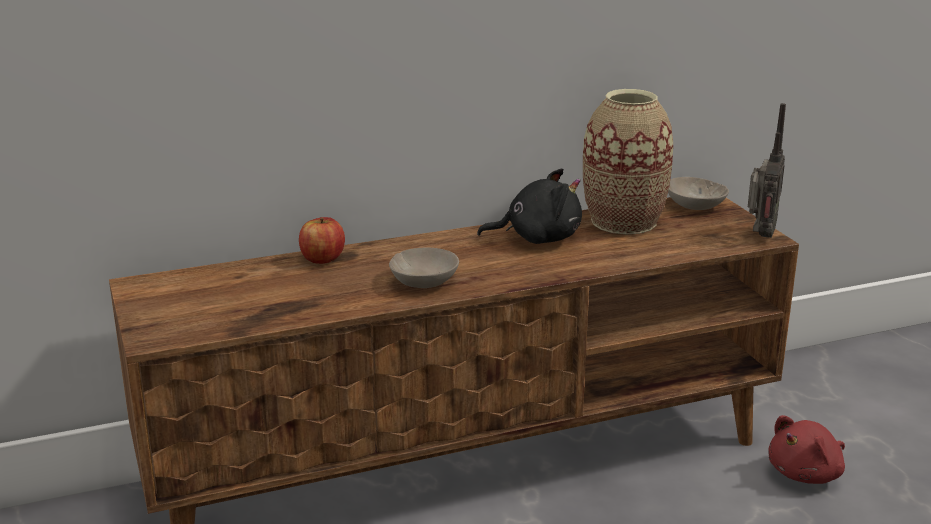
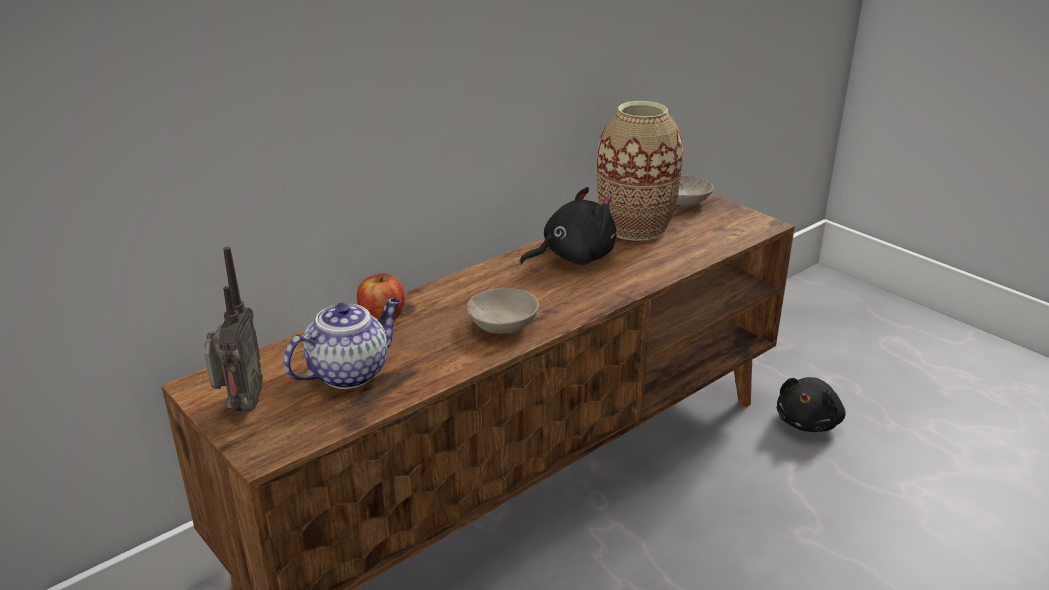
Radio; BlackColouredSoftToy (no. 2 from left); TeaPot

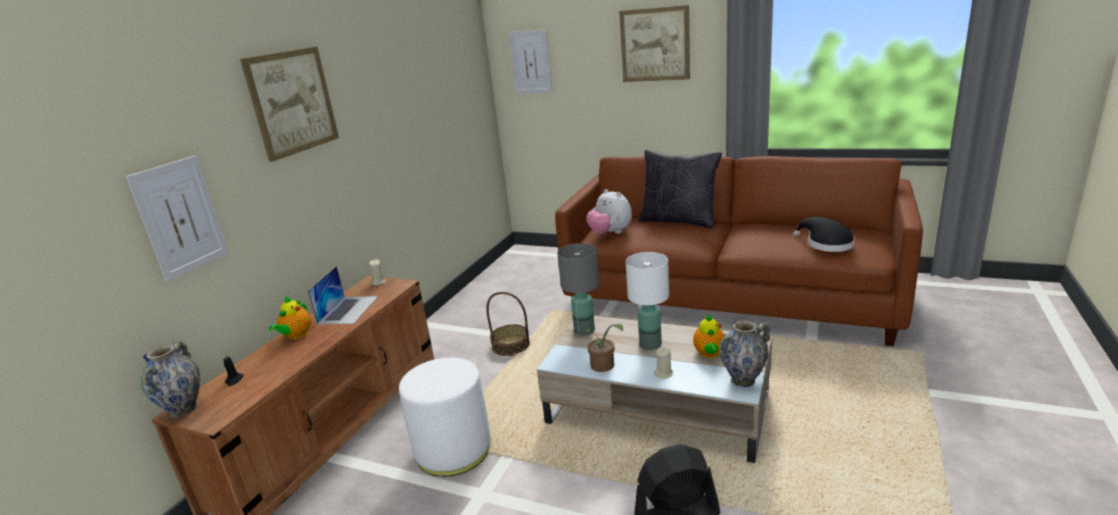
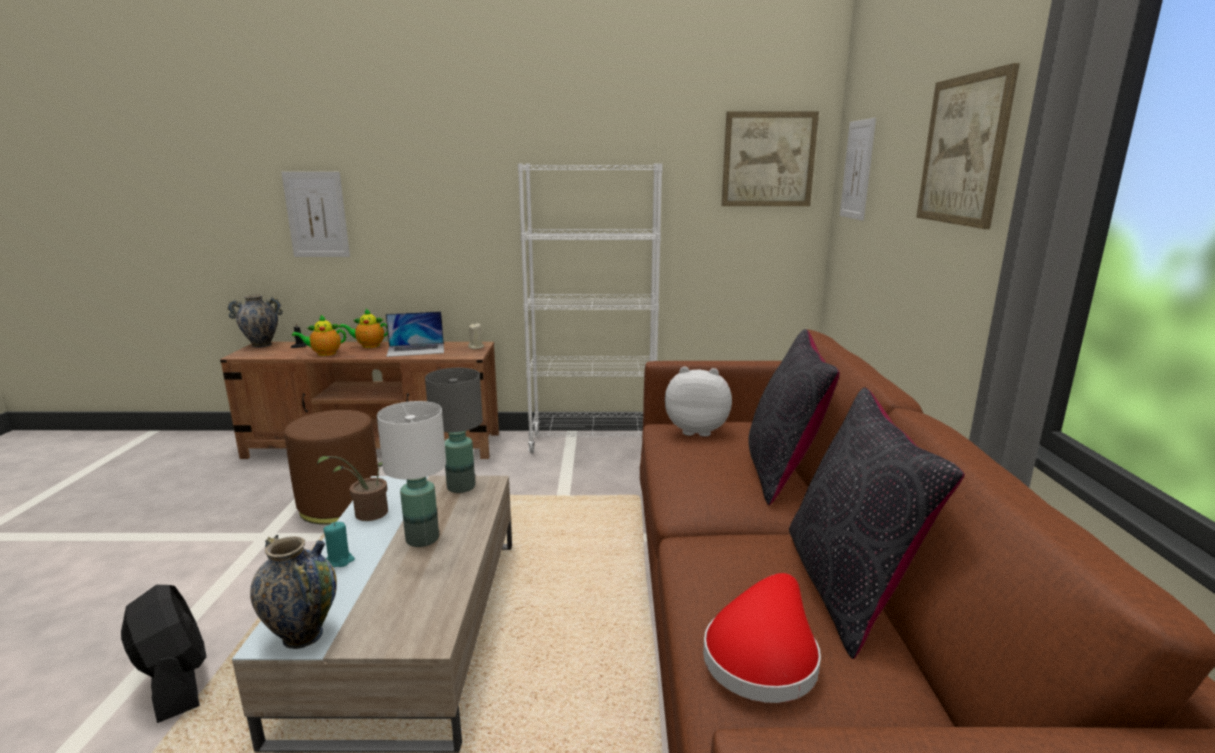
Picture (no. 2 from left); BrownPouffe; Basket; SoftToy; TurquoiseWaxLight; TeaPot (no. 1 from left); RedClothingHat; WhiteShelvingUnit; BlackColouredPillow (no. 2 from left)

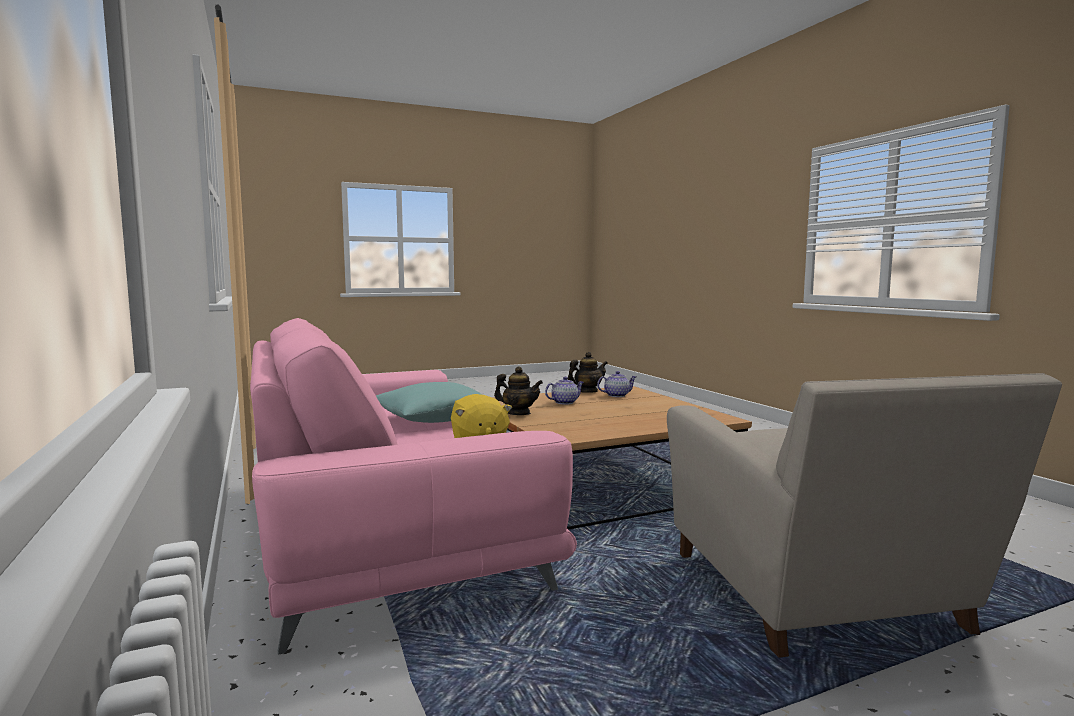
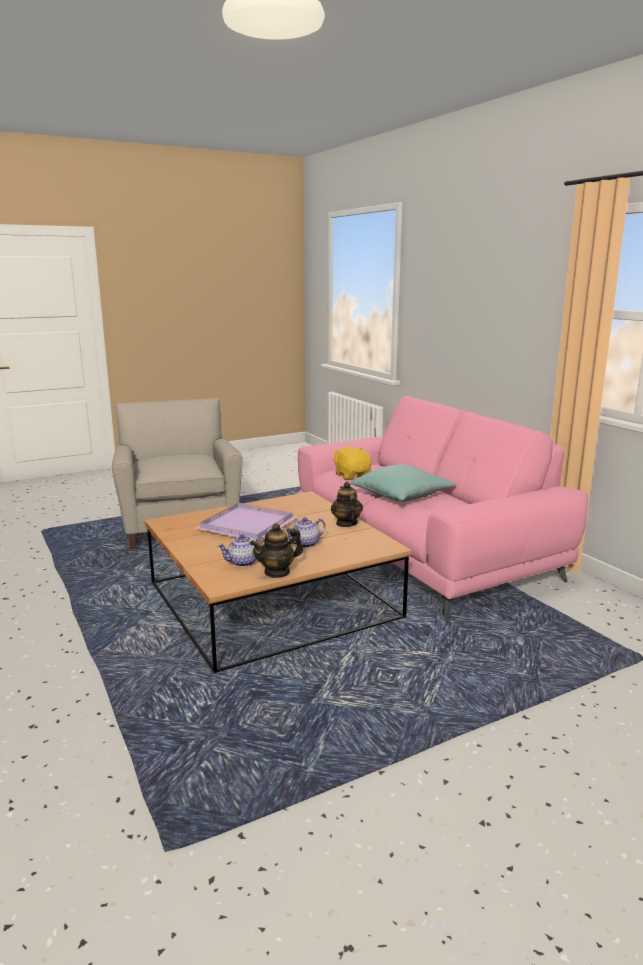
TeaPot (no. 4 from left); PurpleTray

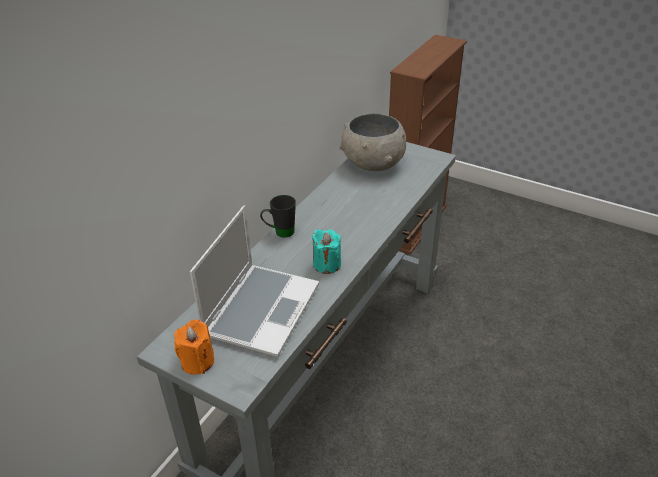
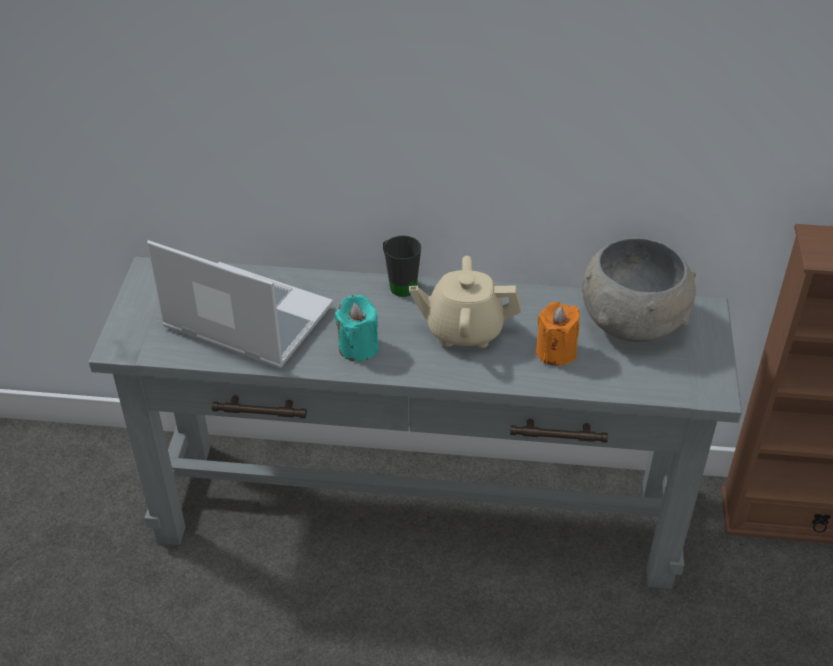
OrangeWaxLight; NotebookComputer; SandColouredTeaPot

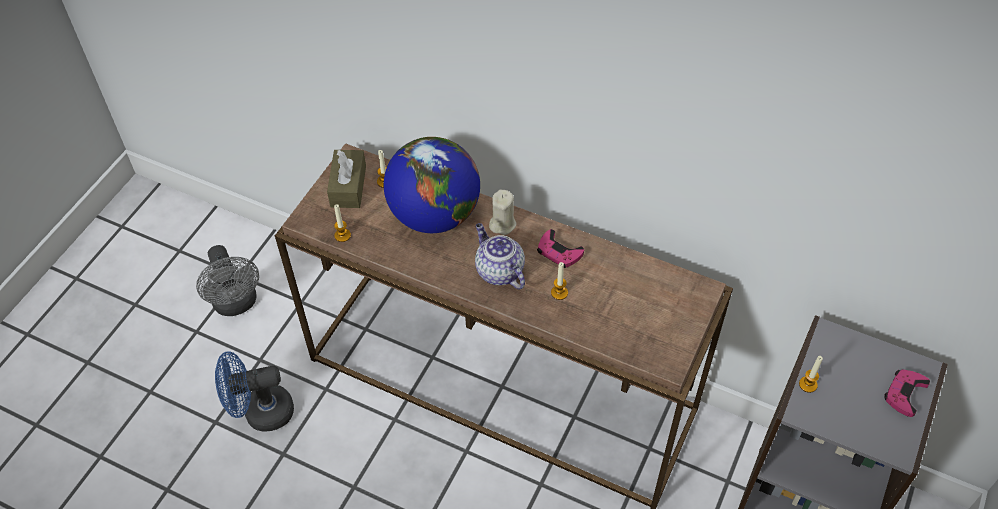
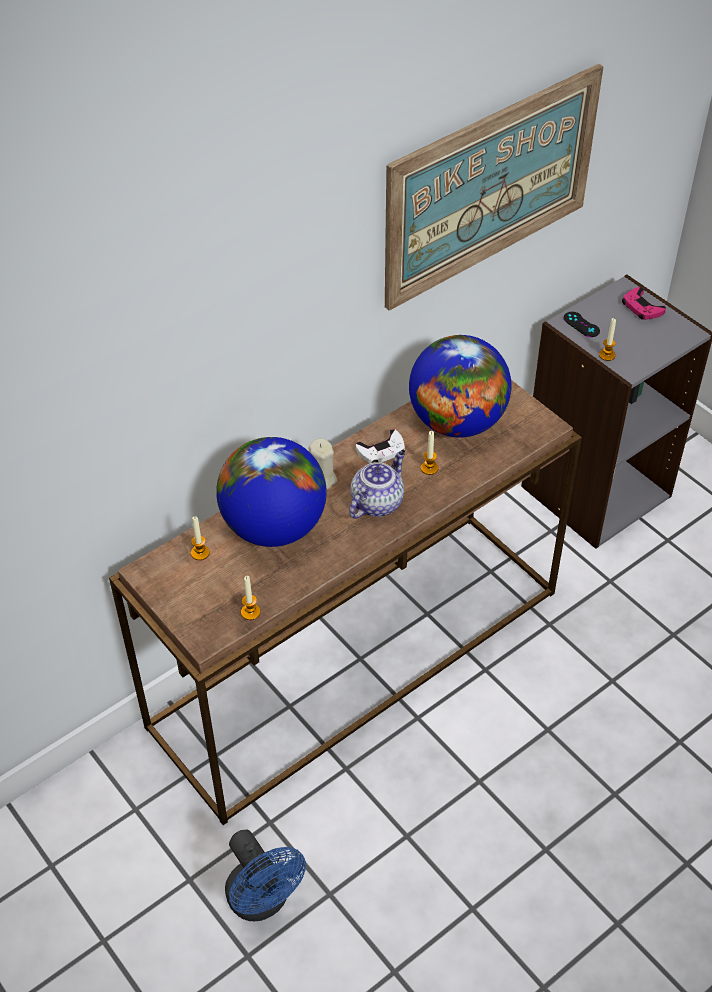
GreyElectricFan; BlueColouredElectricFan; BrownTissueBox; TeaPot; WhiteGamepad; Picture; DeskGlobe (no. 2 from left); BlackColouredGamepad

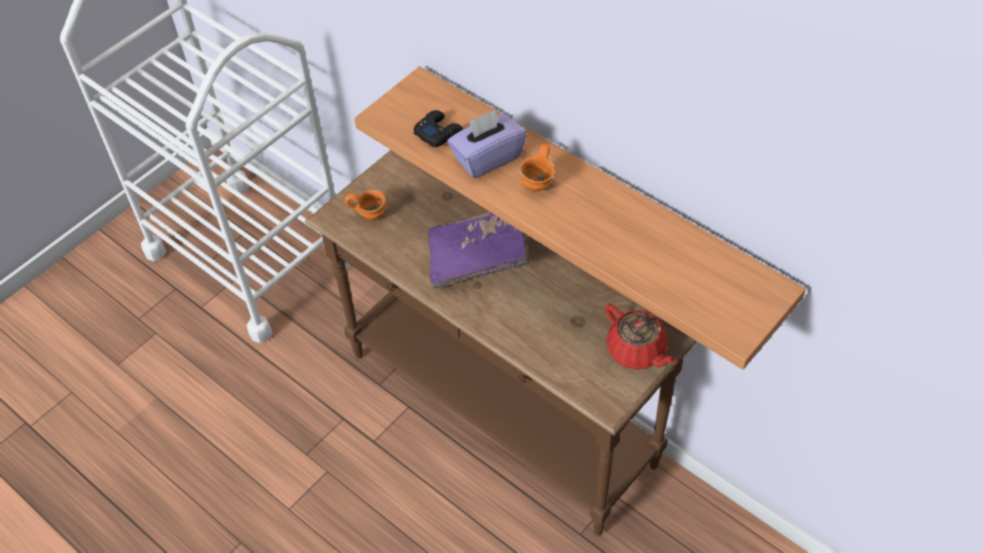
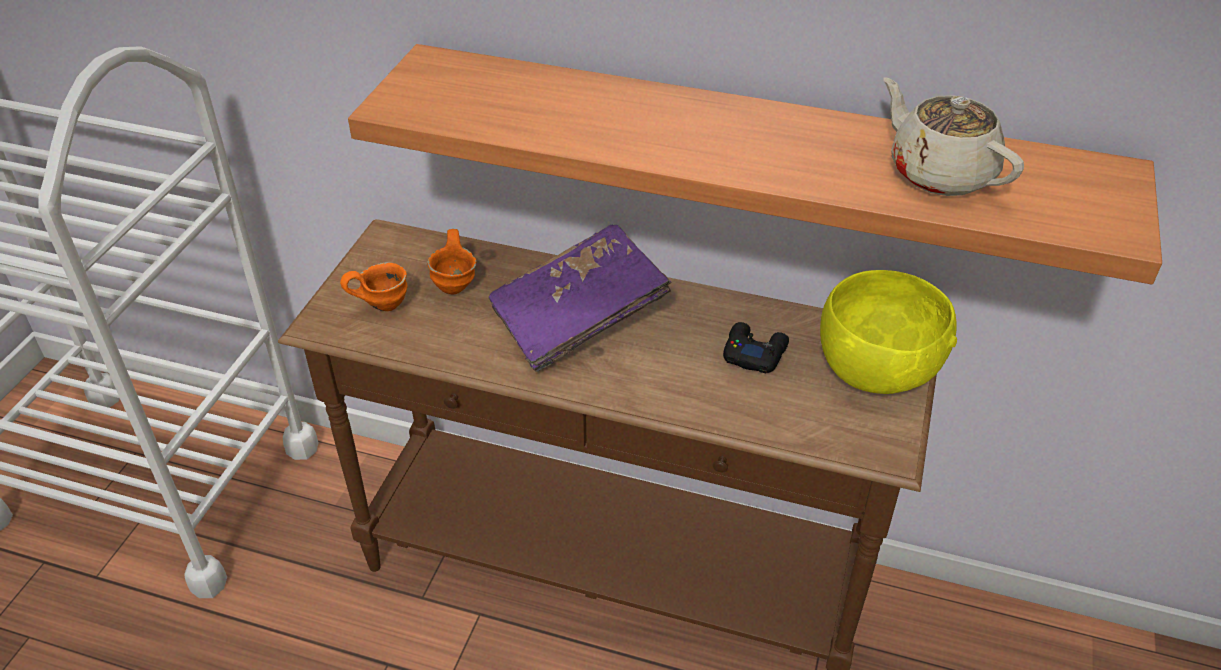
BlackColouredGamepad; PurpleTissueBox; OrangeCoffeeMug (no. 2 from left); YellowServingBowl; SandColouredTeaPot

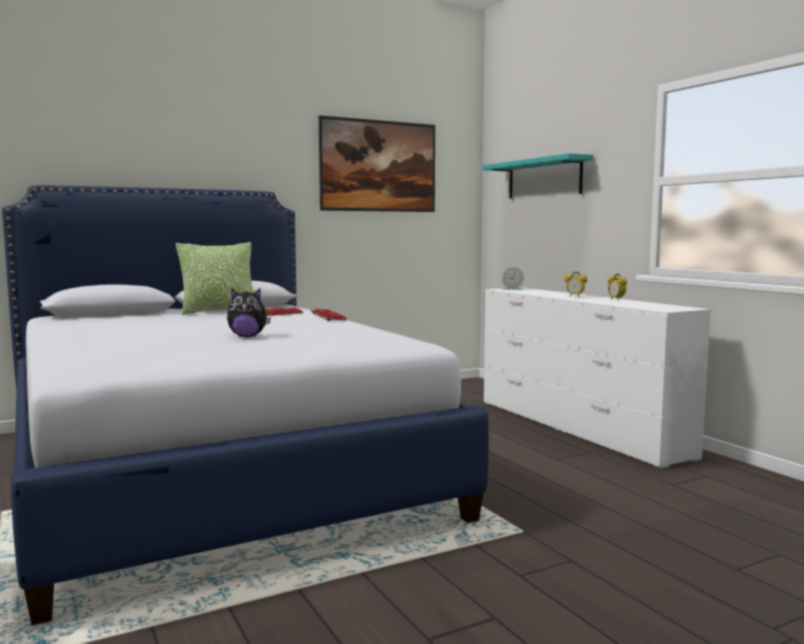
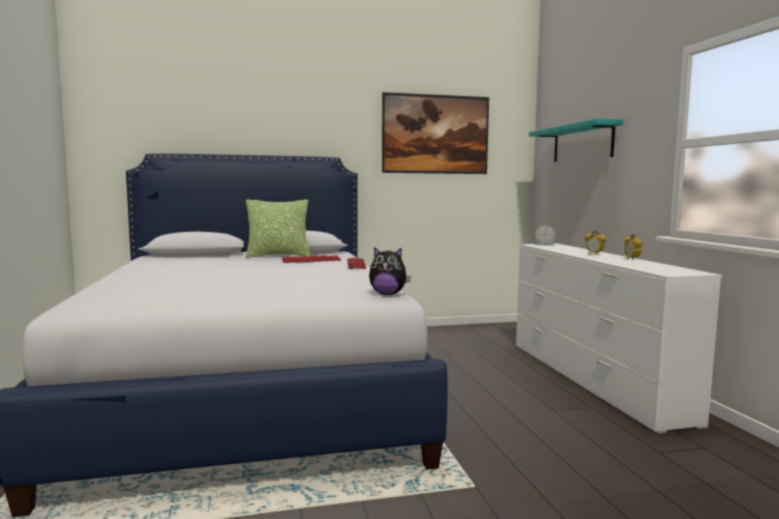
SoftToy

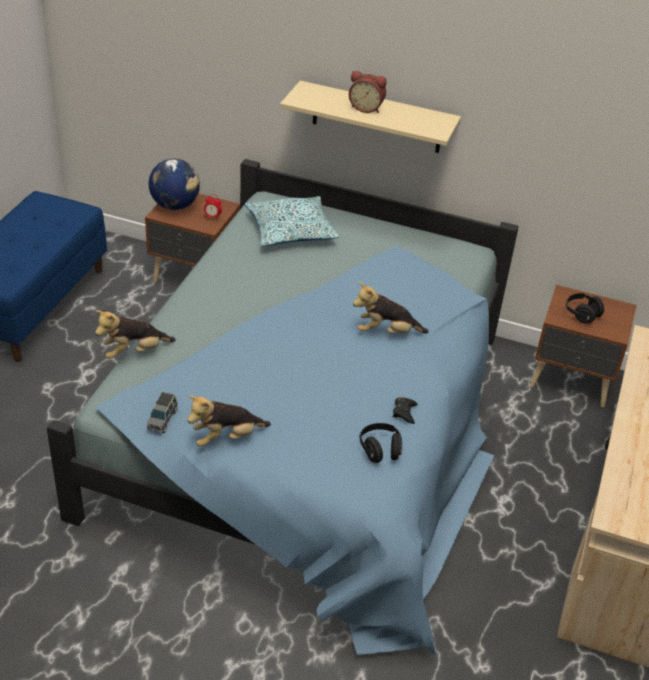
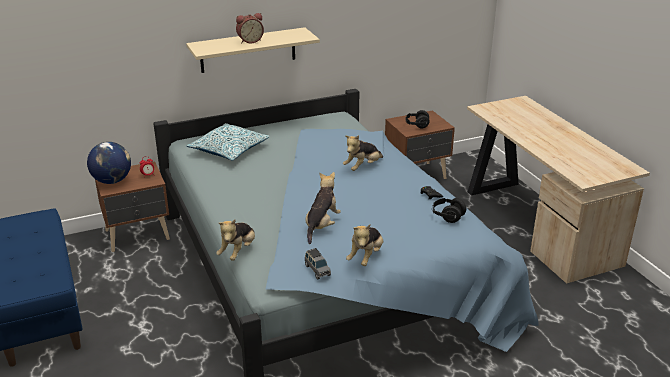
SoftToy (no. 2 from left)

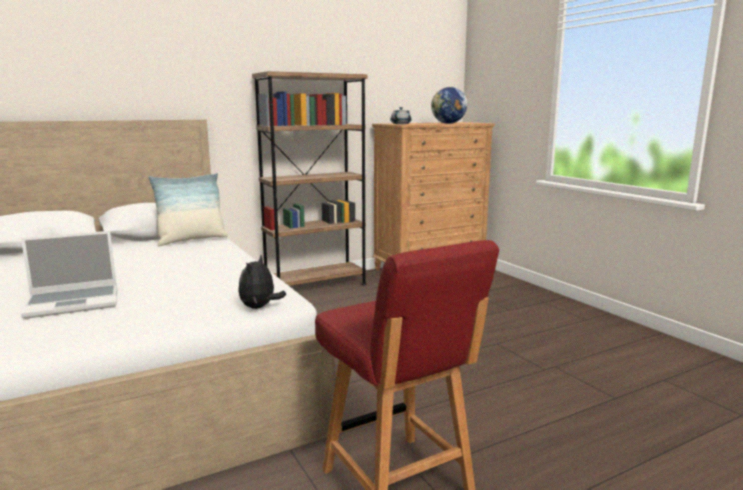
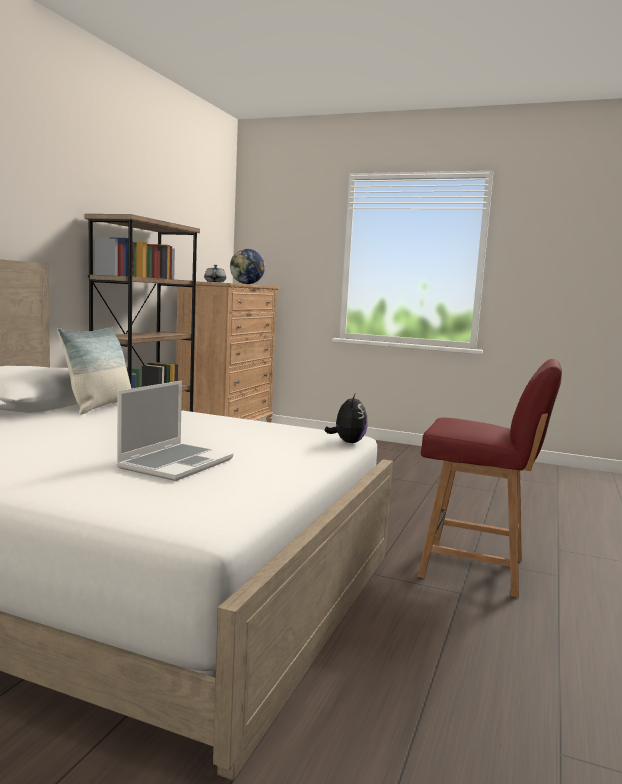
SoftToy

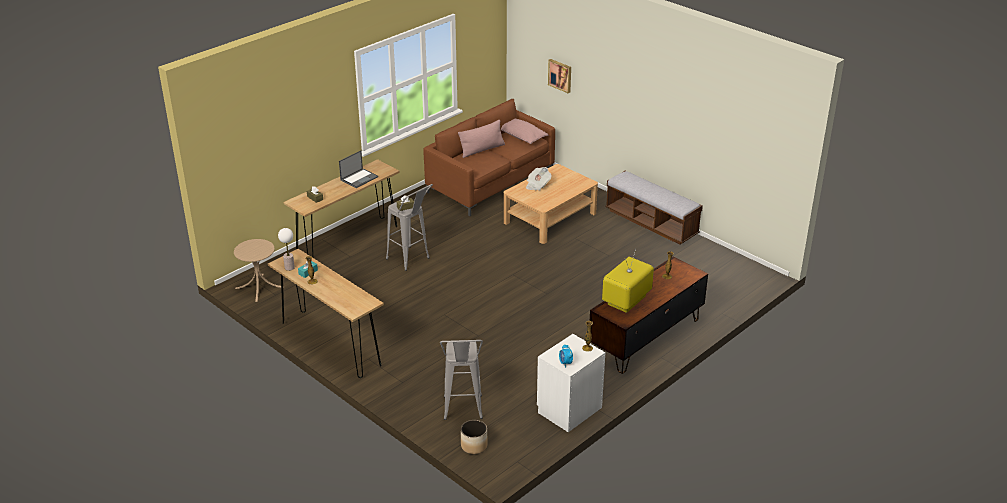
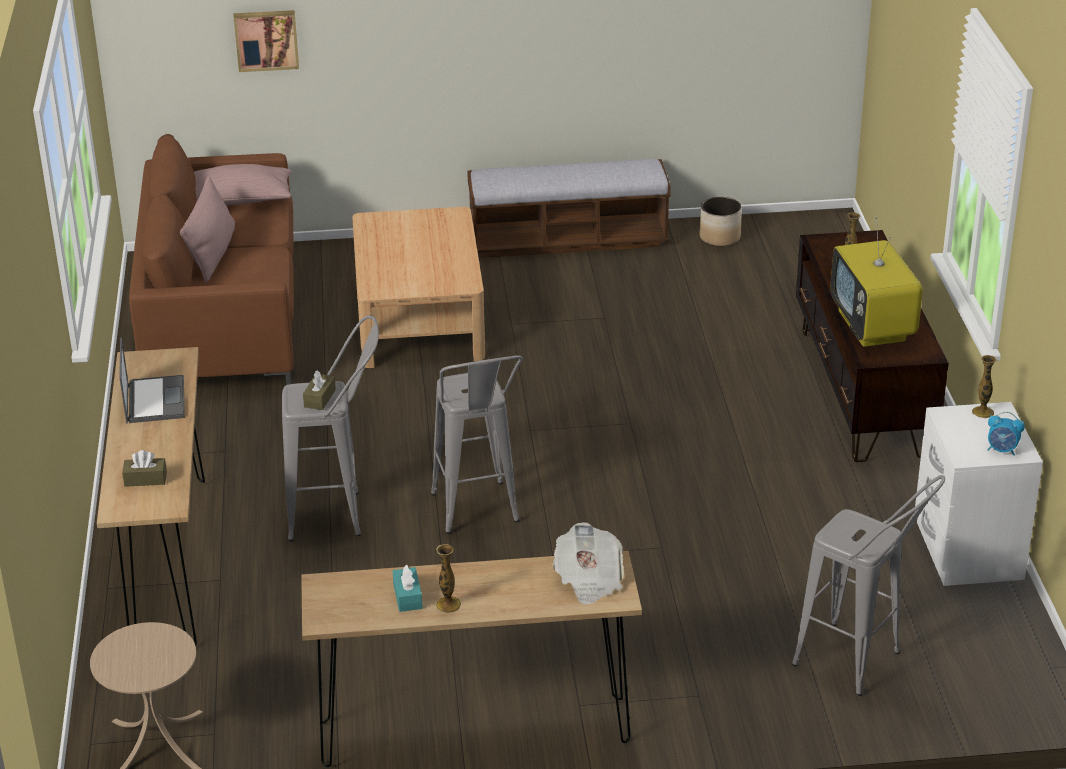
LampForATable; FlowerPot; PrintedPaper; GreyStool (no. 2 from left)

